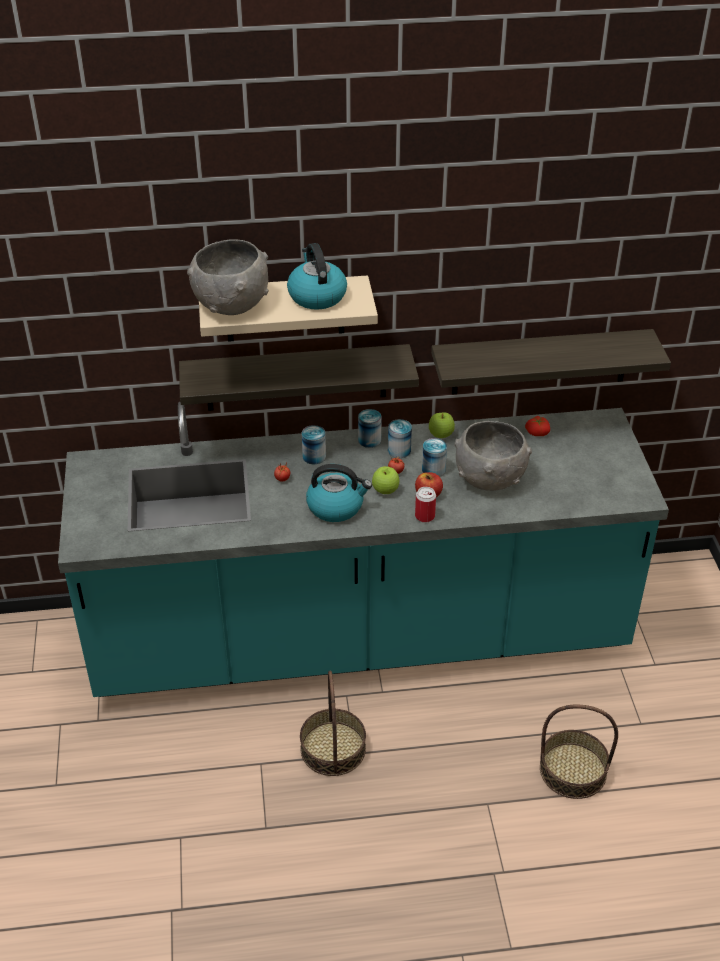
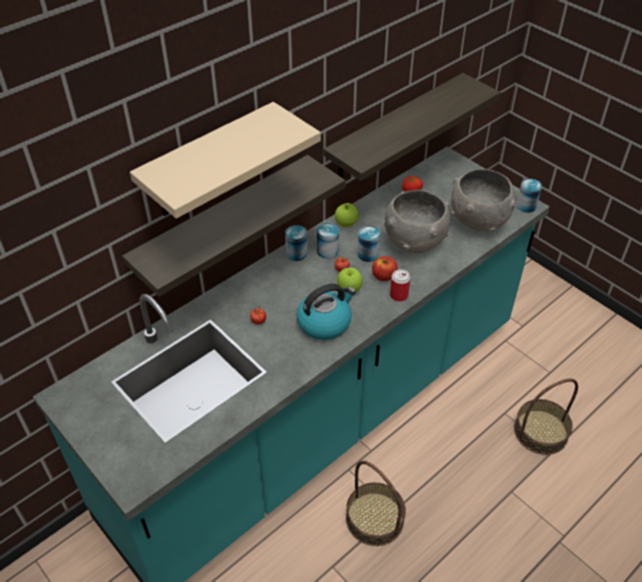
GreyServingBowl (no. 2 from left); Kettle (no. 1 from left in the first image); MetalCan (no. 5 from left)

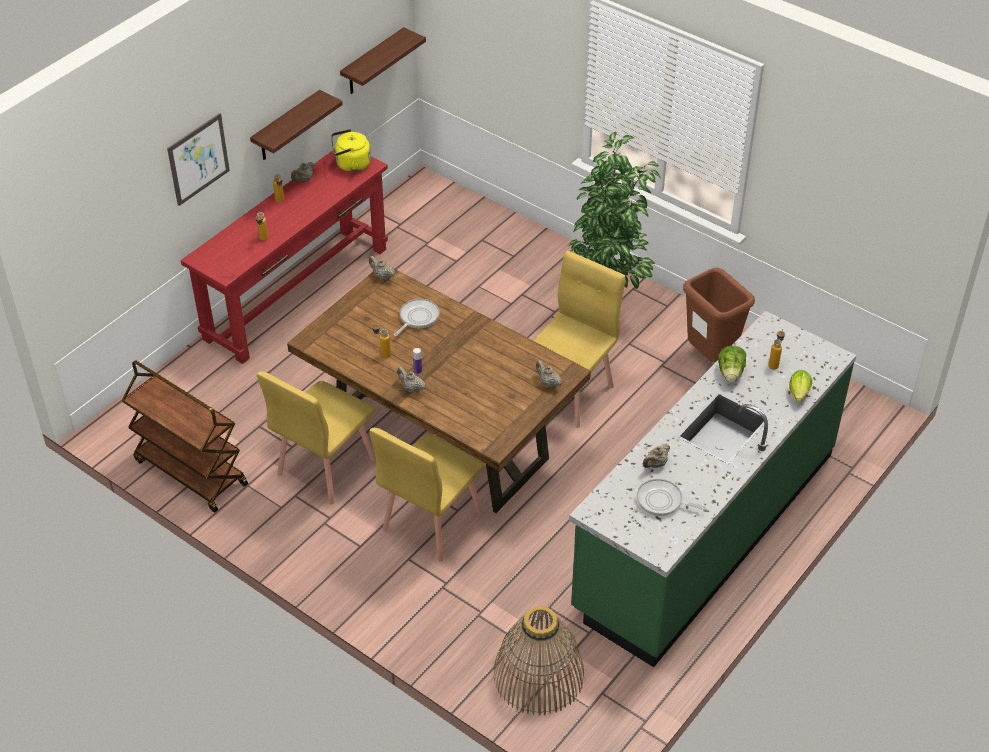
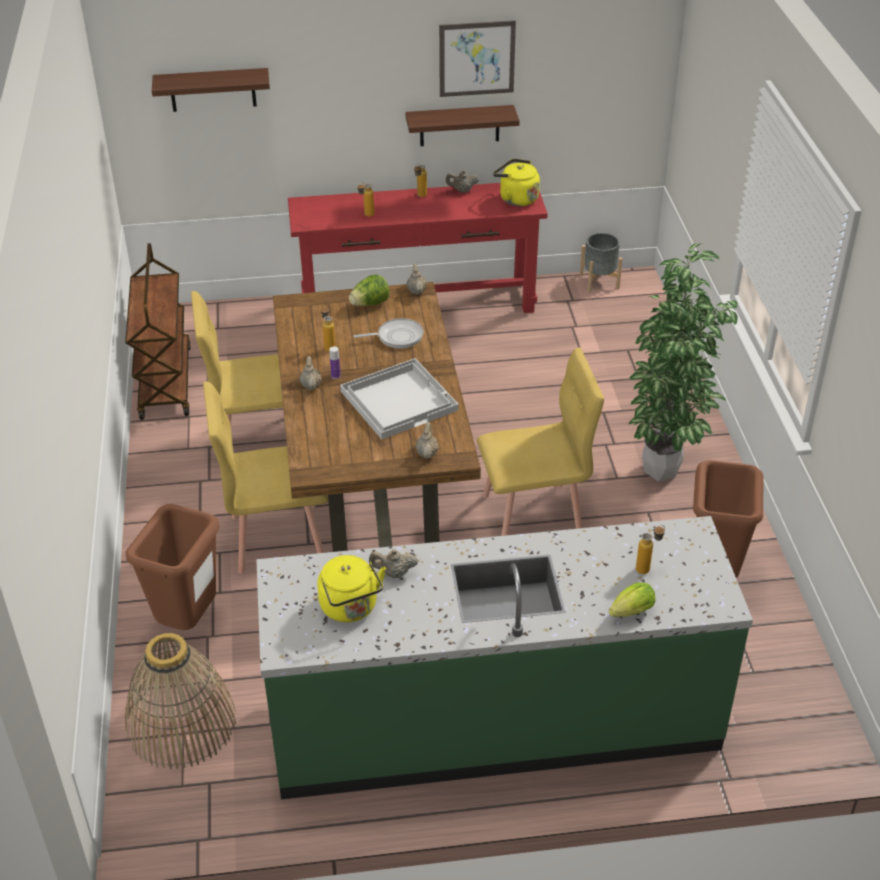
Picture; WallShelf (no. 1 from left); YellowKettle (no. 1 from left); HeadOfLettuce (no. 1 from left); BrownWasteBin (no. 1 from left); WhiteTray; GreyFlowerPot

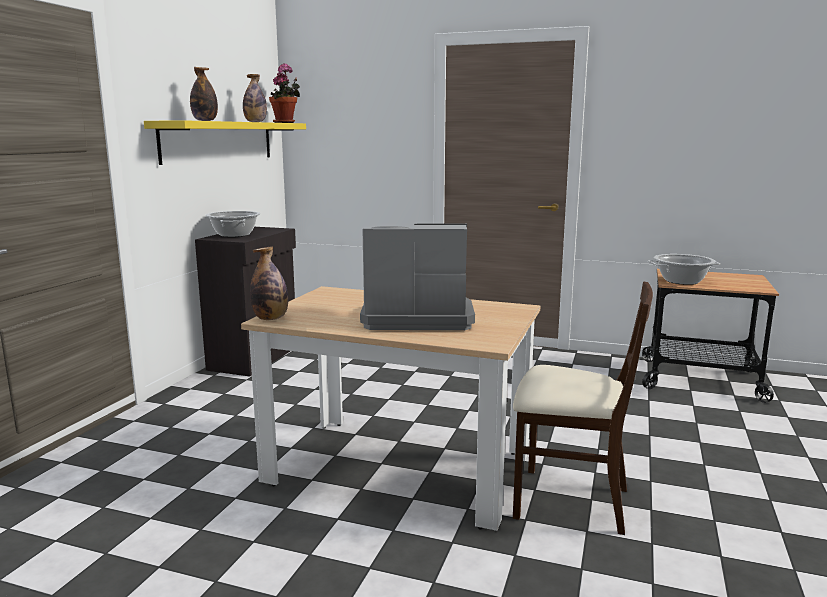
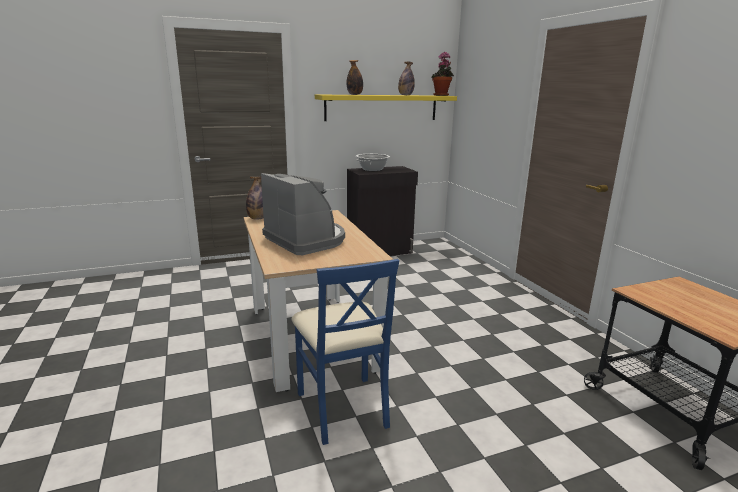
BlueColouredUprightChair; Saucepot (no. 2 from left in the first image)

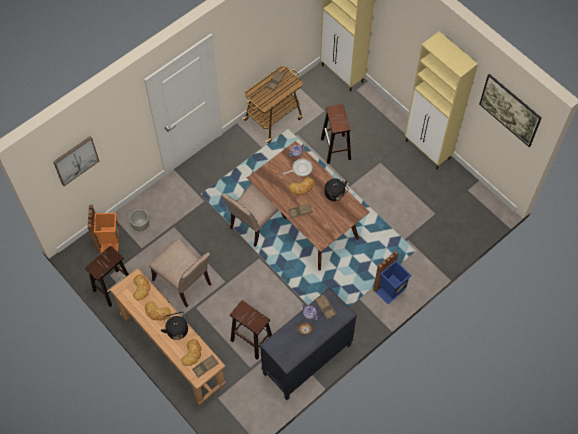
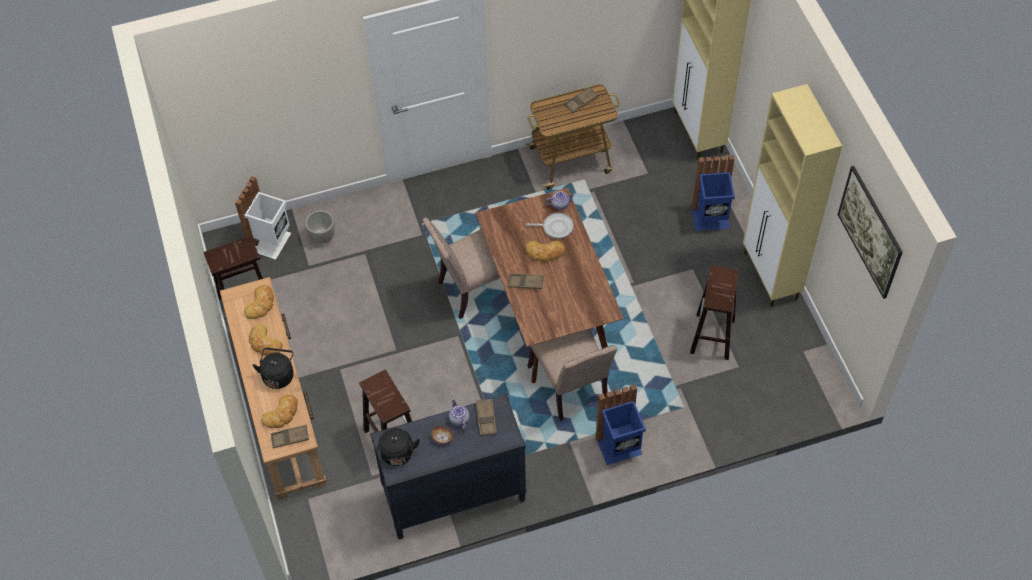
Picture (no. 1 from left in the first image); WhiteWasteBin; SandColouredUprightChair (no. 2 from left); BrownStool (no. 3 from left); BlackColouredKettle (no. 2 from left); BlueColouredWasteBin (no. 2 from left)

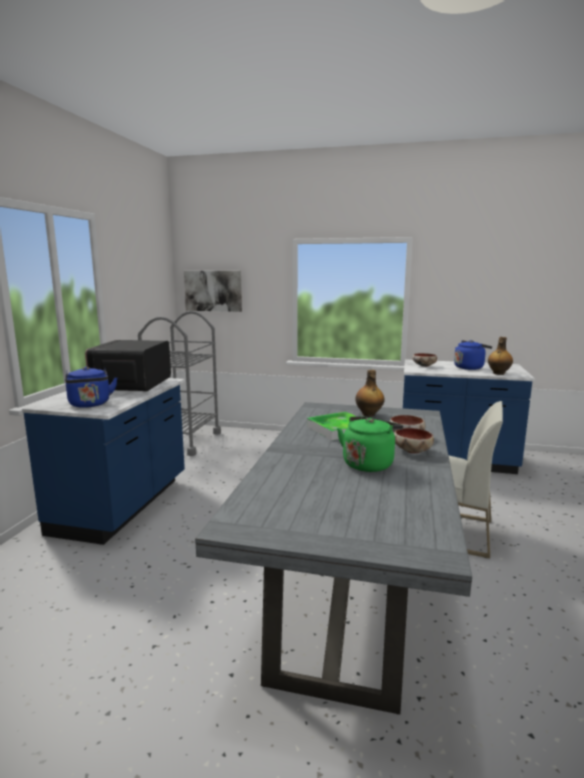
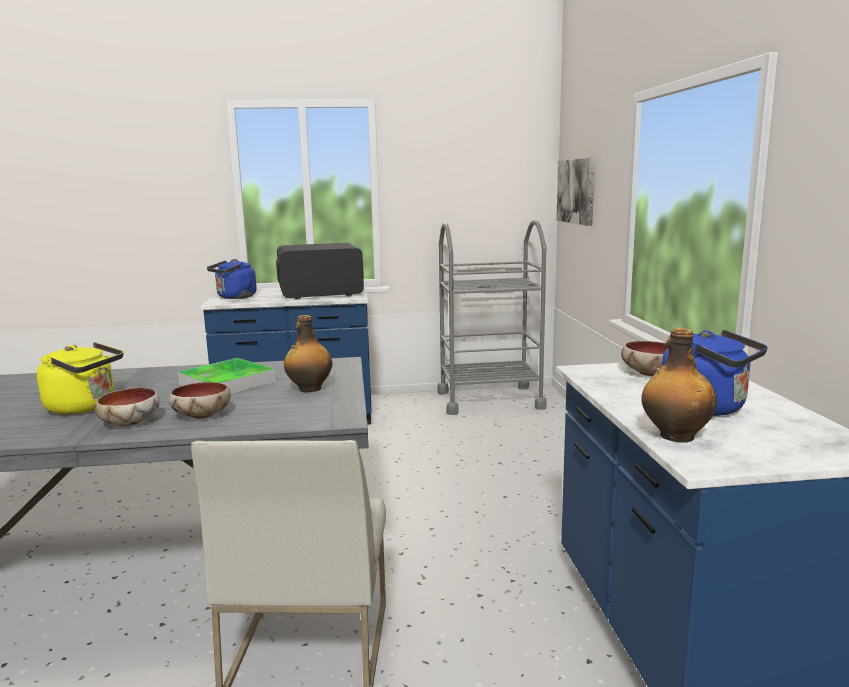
YellowKettle

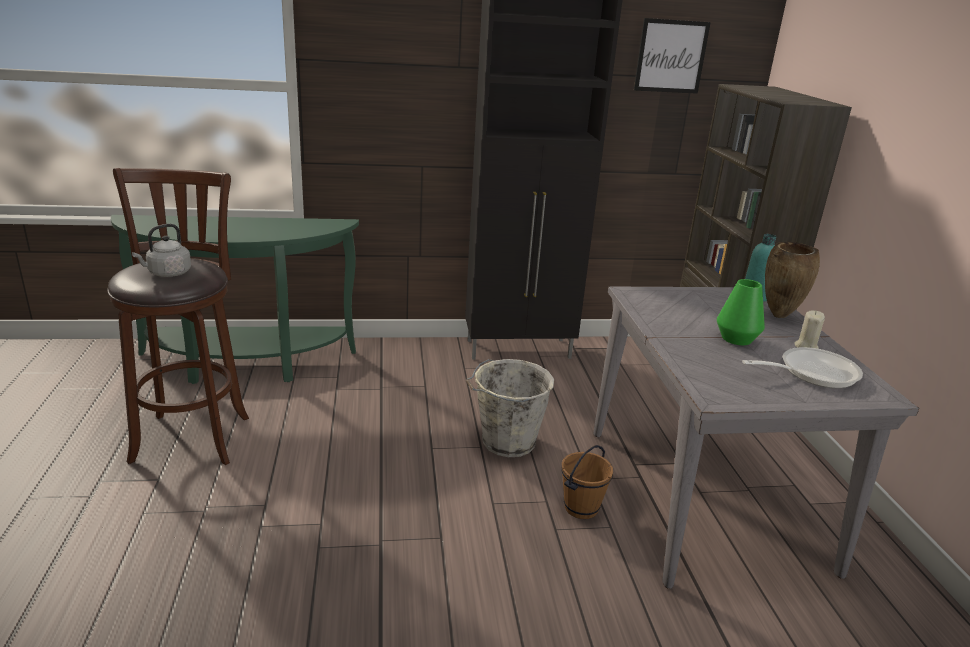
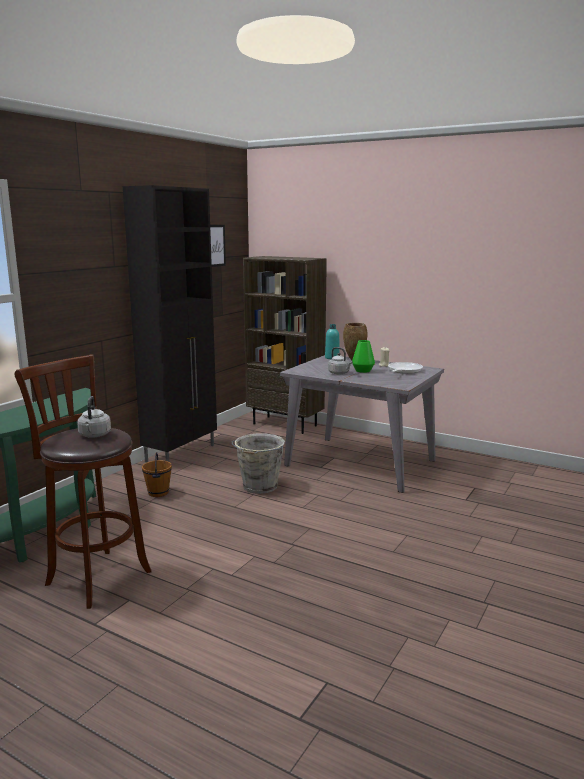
BrownPail; GreyKettle (no. 2 from left)

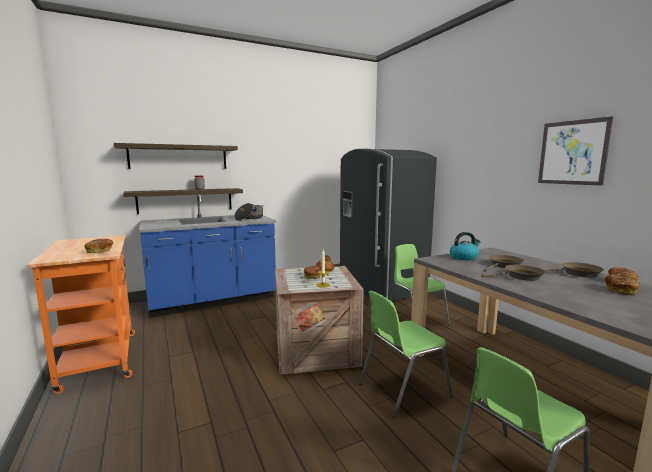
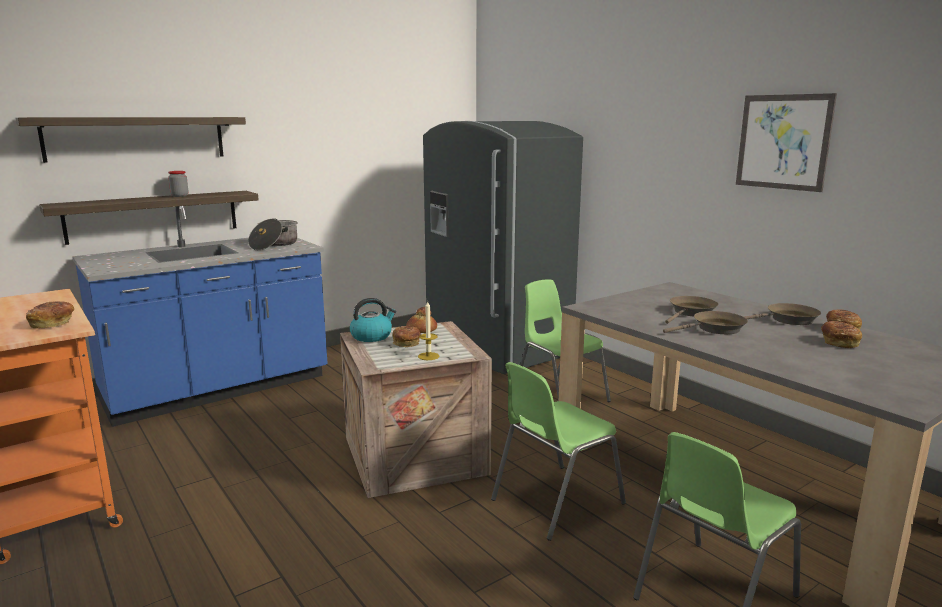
Kettle

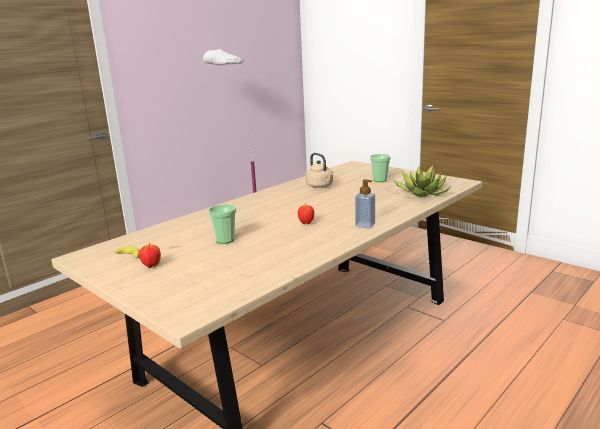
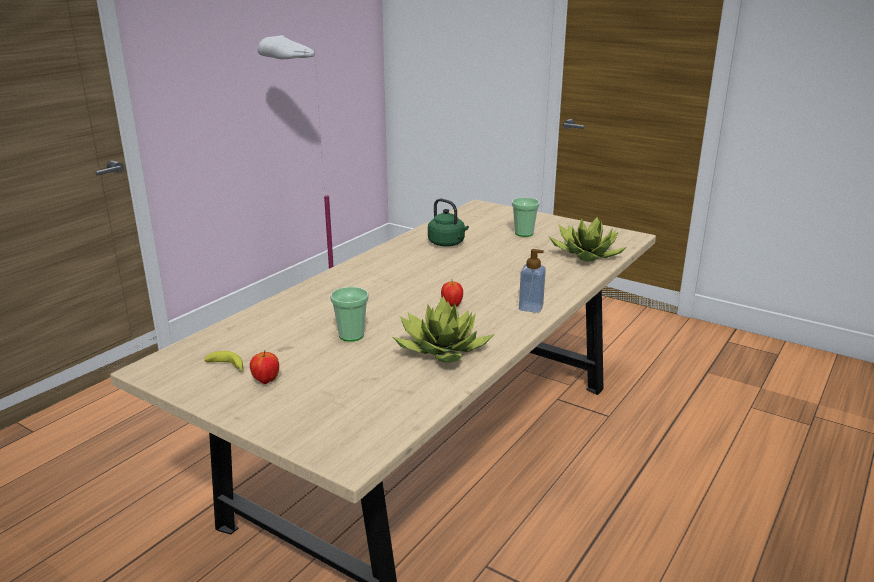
GreenishKettle; PlantInAPot (no. 1 from left)

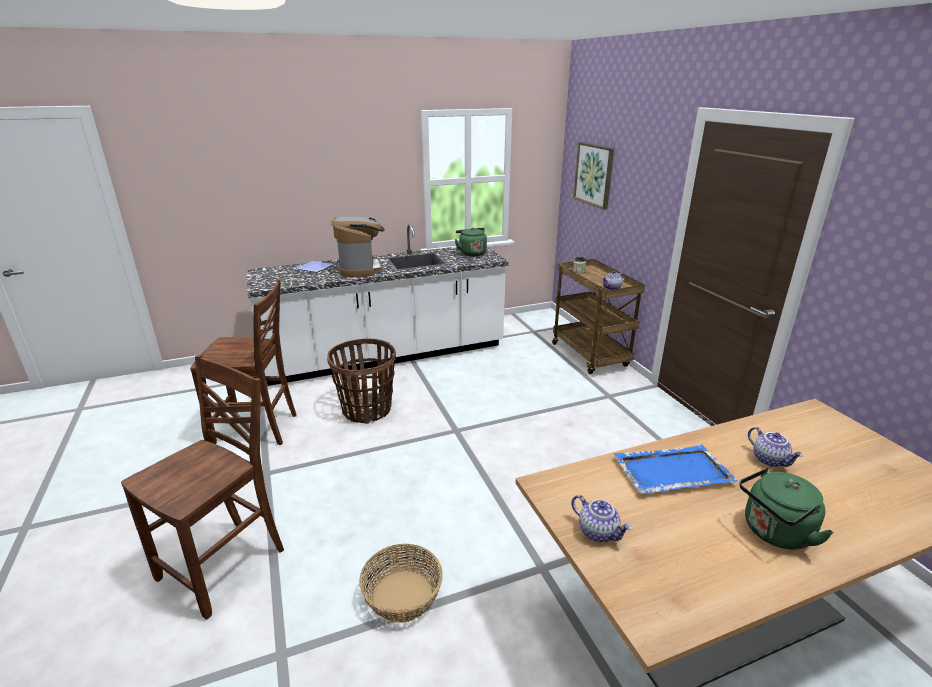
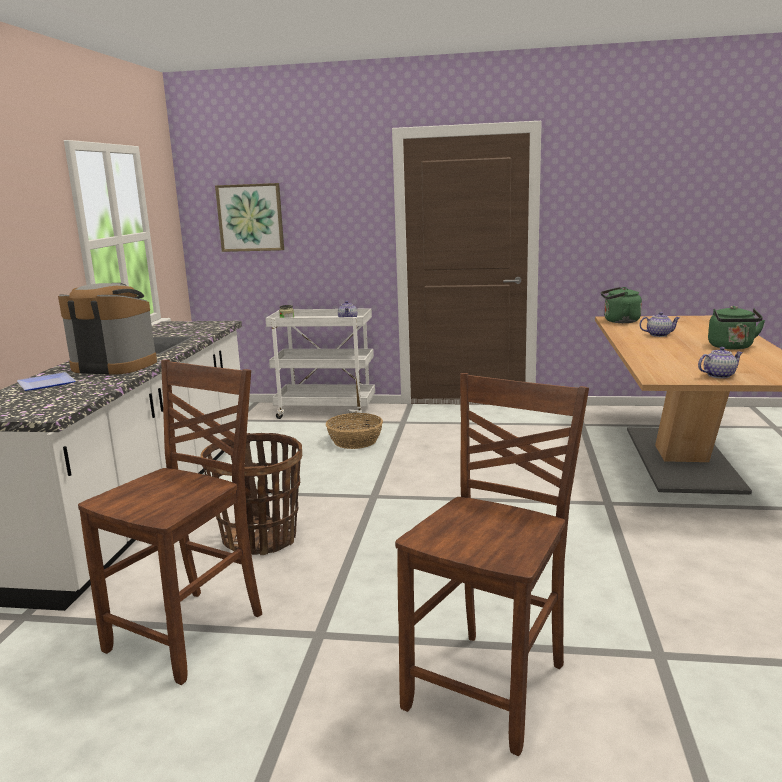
BrownUprightChair (no. 2 from left); Basket (no. 2 from left); GreenishKettle (no. 1 from left); WhiteTrolley; BlueColouredTray

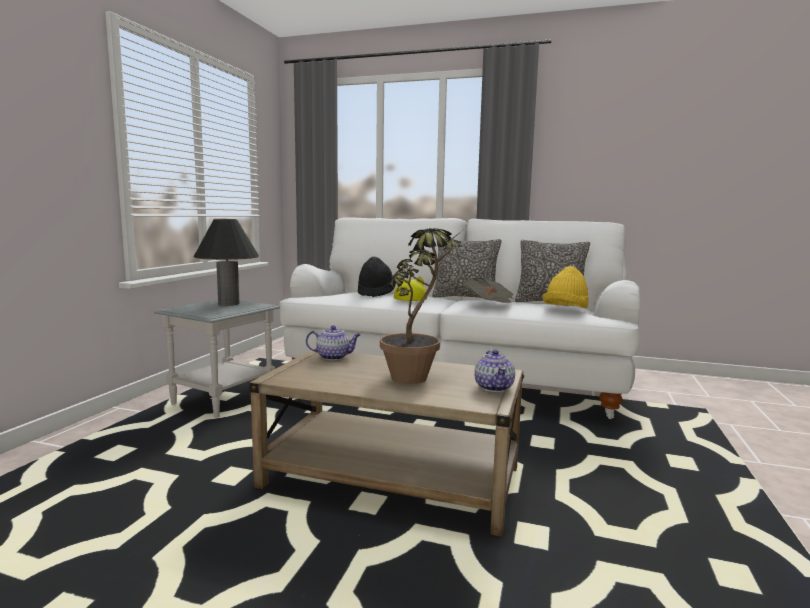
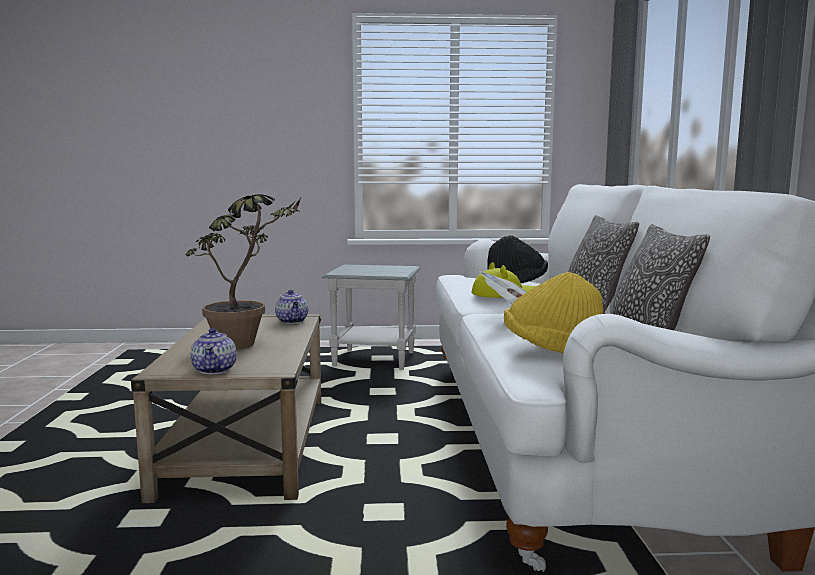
BlackColouredLampForATable; TeaPot (no. 1 from left)

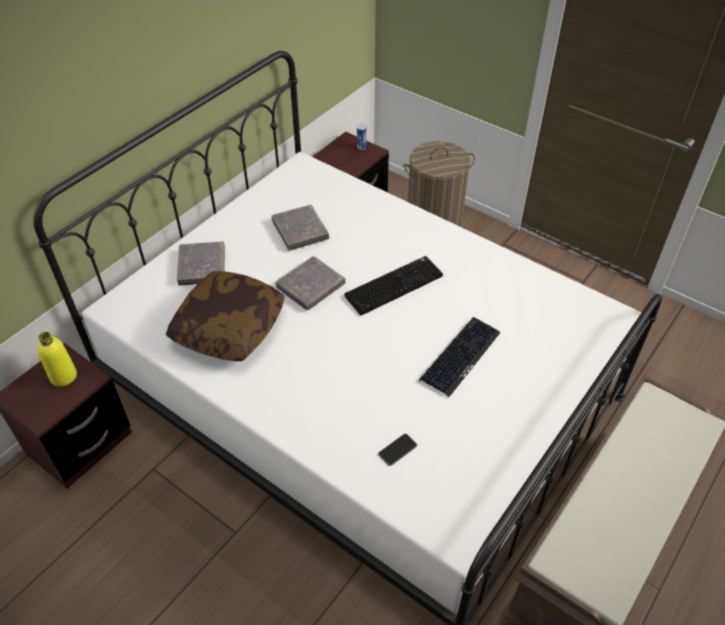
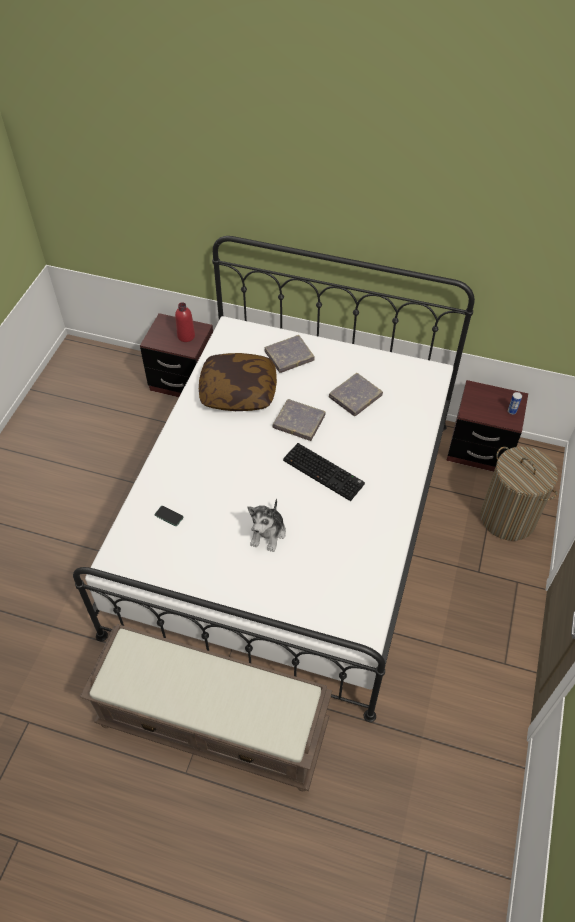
RedBeverageBottle; SoftToy

